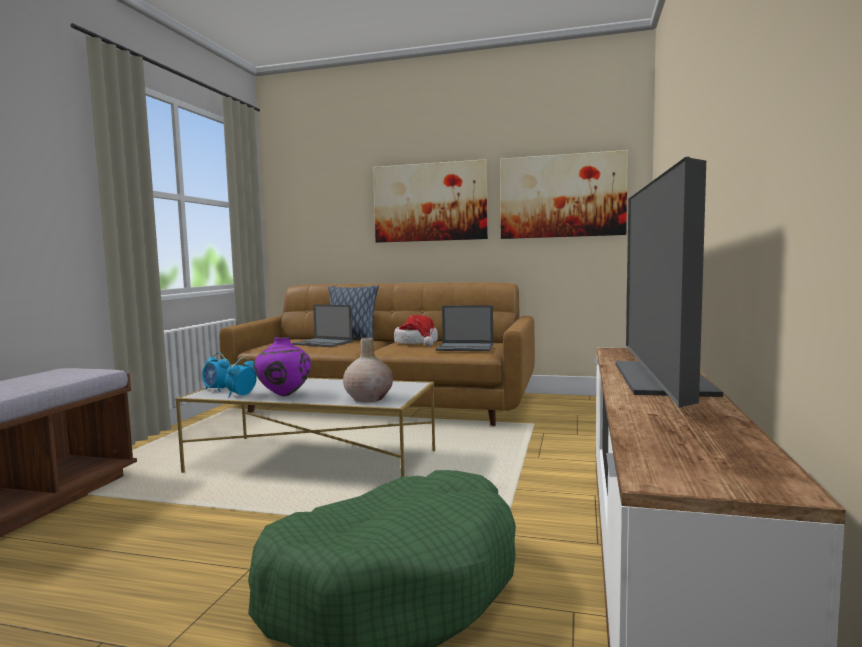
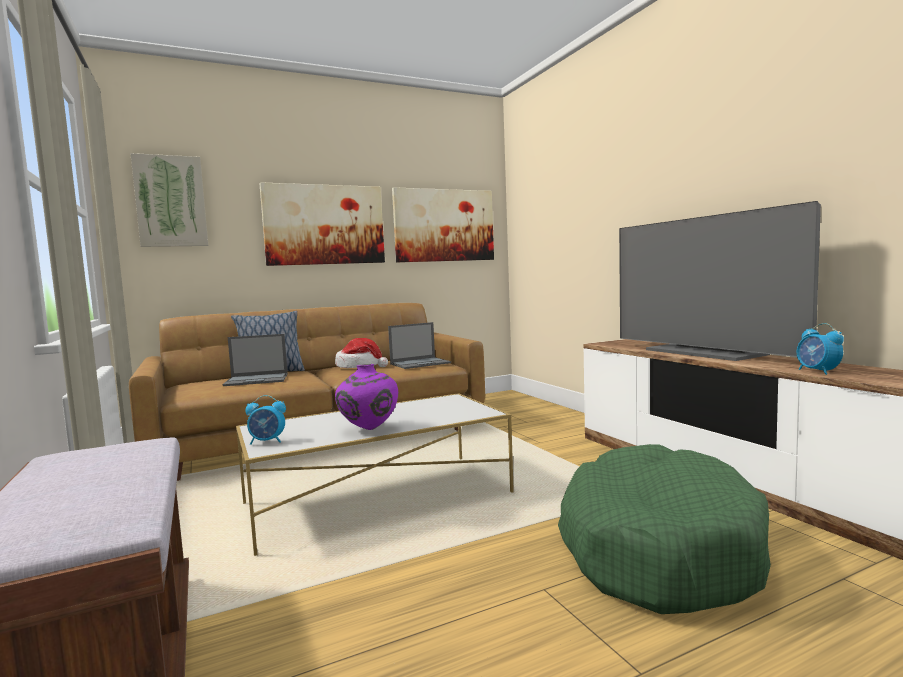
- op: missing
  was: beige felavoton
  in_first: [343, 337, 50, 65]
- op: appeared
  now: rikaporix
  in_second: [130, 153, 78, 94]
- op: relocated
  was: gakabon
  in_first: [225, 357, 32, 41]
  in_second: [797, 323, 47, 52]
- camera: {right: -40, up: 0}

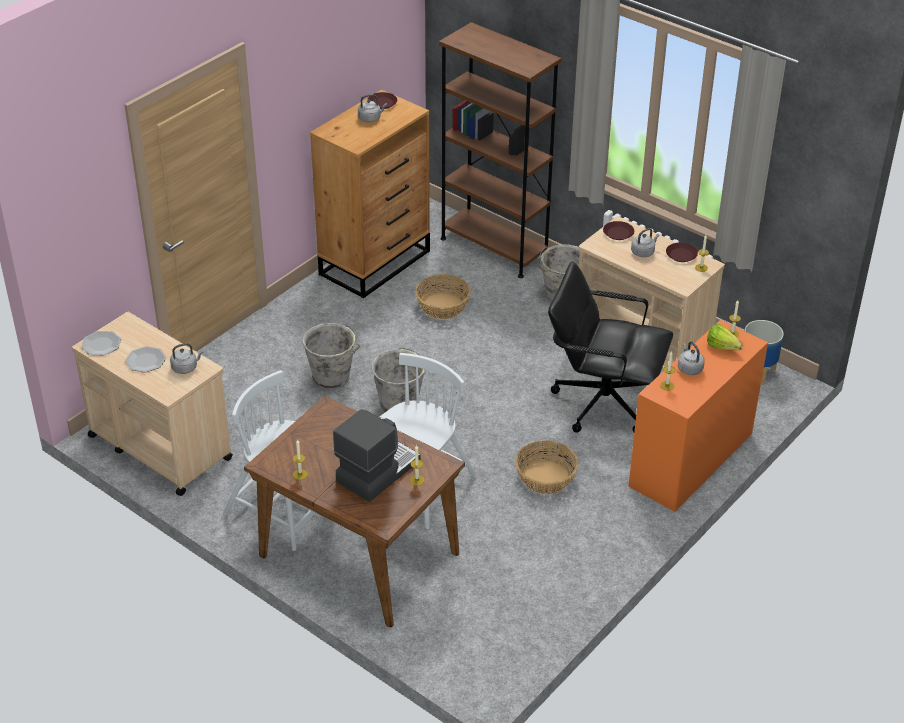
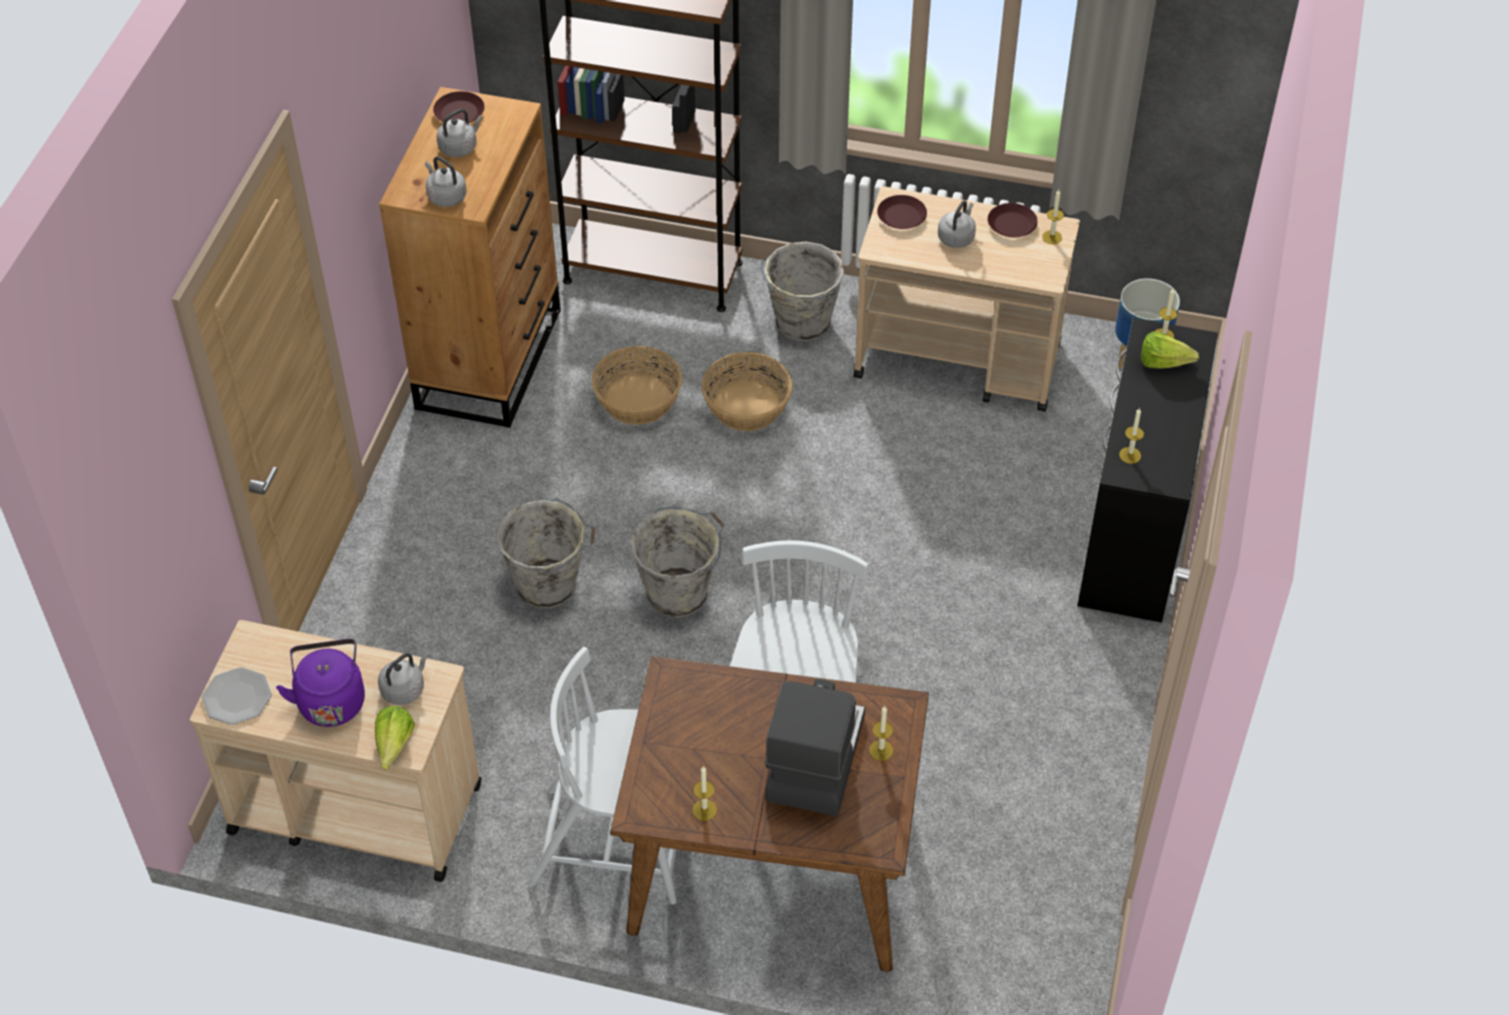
- op: missing
  was: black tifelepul
  in_first: [548, 262, 125, 171]
- op: appeared
  now: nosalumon
  in_second: [375, 705, 40, 64]
- op: relocated
  was: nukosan
  in_first: [515, 440, 63, 54]
  in_second: [702, 352, 90, 79]
- op: relocated
  was: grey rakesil
  in_first: [678, 341, 27, 34]
  in_second: [425, 156, 41, 51]
- op: exchanged
  was: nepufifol
  now: purple rakesil
  in_first: [125, 346, 41, 27]
  in_second: [276, 639, 89, 88]
- op: colour
  was: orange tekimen
  now: black tekimen
  in_first: [628, 320, 140, 192]
  in_second: [1077, 318, 141, 305]
- camera: {right: -25, up: 10}

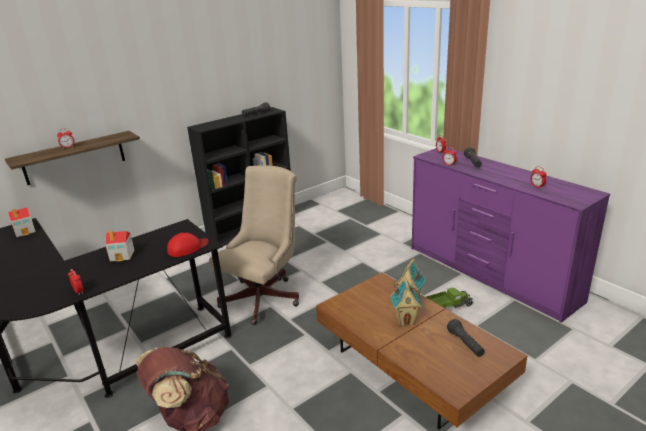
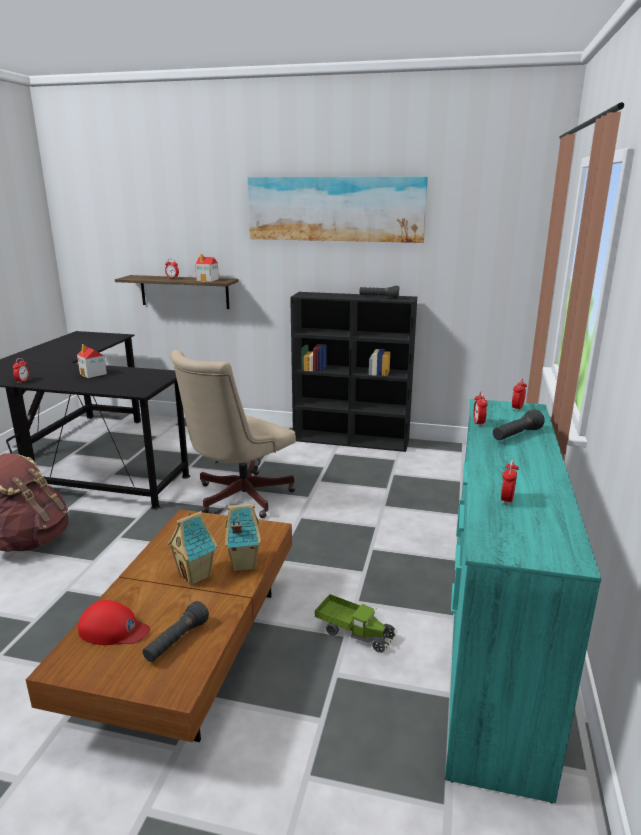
- op: appeared
  now: rikaporix
  in_second: [248, 177, 180, 66]
- op: relocated
  was: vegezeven
  in_first: [8, 207, 28, 30]
  in_second: [195, 254, 24, 28]
- op: relocated
  was: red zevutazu
  in_first: [167, 232, 42, 25]
  in_second: [78, 600, 72, 45]
- op: colour
  was: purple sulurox
  now: turquoise sulurox
  in_first: [412, 147, 198, 176]
  in_second: [445, 399, 156, 404]
- op: spun
  was: beige tifelepul
  in_first: [209, 165, 90, 160]
  in_second: [170, 350, 126, 168]
  clockwise: 135
- camera: {right: 50, up: -5}

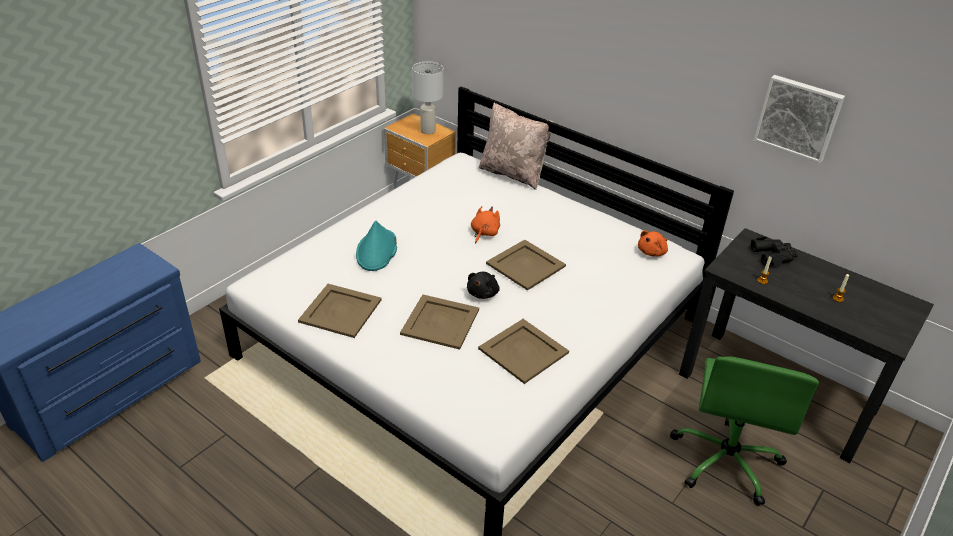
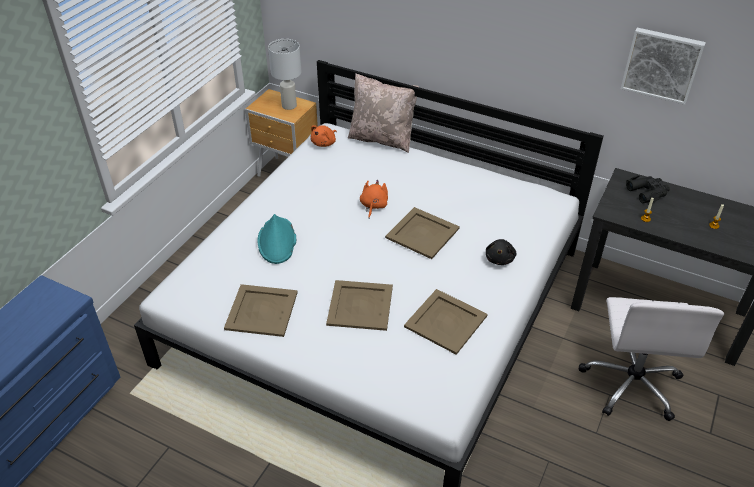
- op: relocated
  was: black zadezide
  in_first: [467, 272, 33, 27]
  in_second: [486, 239, 31, 26]
- op: relocated
  was: orange zadezide
  in_first: [638, 230, 30, 27]
  in_second: [310, 125, 27, 22]
- op: colour
  was: green tifelepul
  now: white tifelepul
  in_first: [670, 356, 149, 150]
  in_second: [578, 297, 147, 124]
- camera: {right: -10, up: 5}

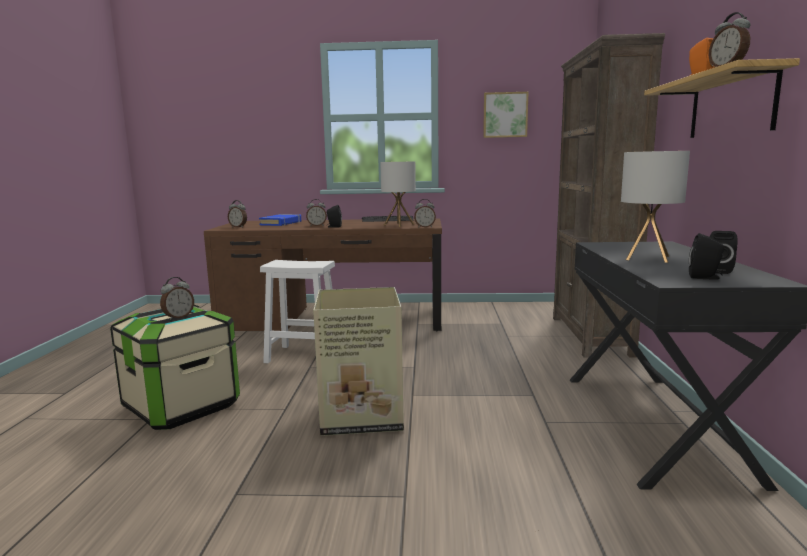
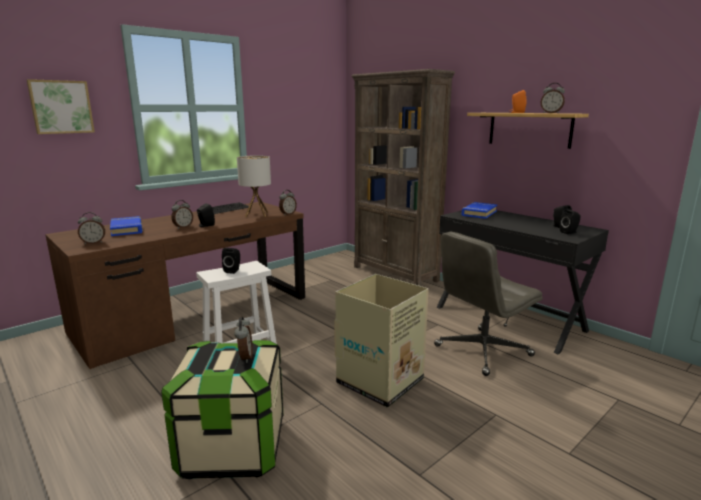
- op: missing
  was: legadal
  in_first: [621, 151, 69, 112]
- op: appeared
  now: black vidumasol
  in_second: [222, 248, 18, 26]
- op: appeared
  now: grey tifelepul
  in_second: [434, 231, 109, 145]
- op: appeared
  now: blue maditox
  in_second: [462, 202, 35, 17]
- op: relocated
  was: rikaporix
  in_first: [483, 92, 46, 46]
  in_second: [27, 79, 68, 55]
- camera: {right: -45, up: 5}

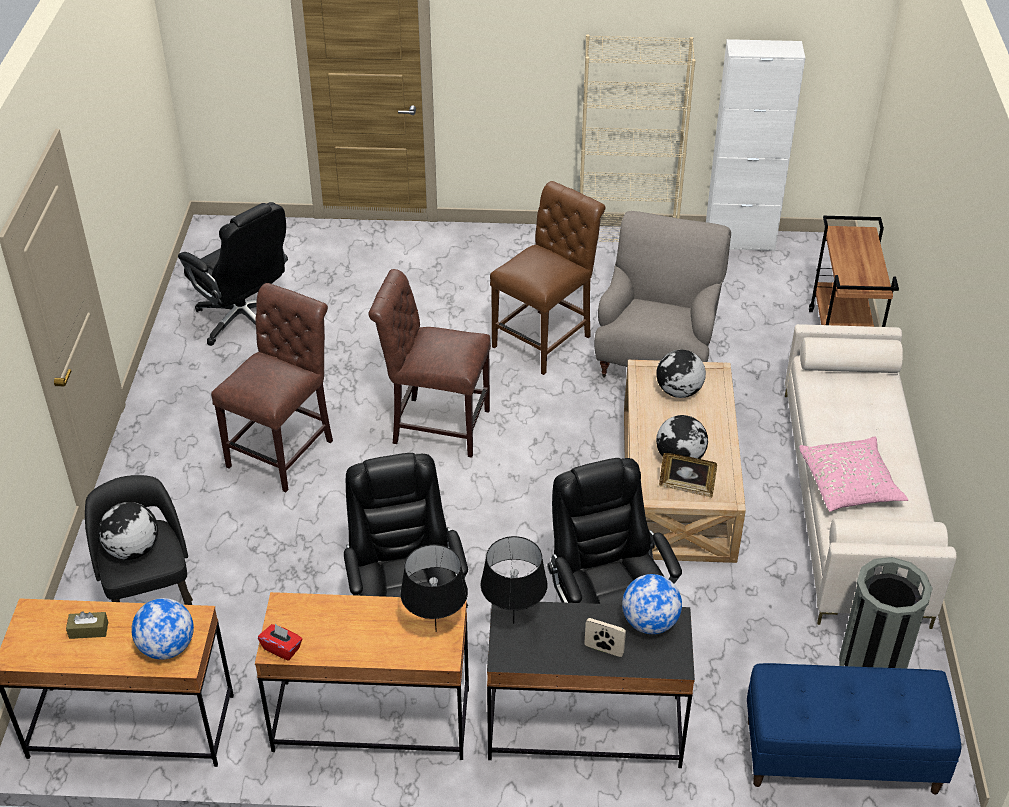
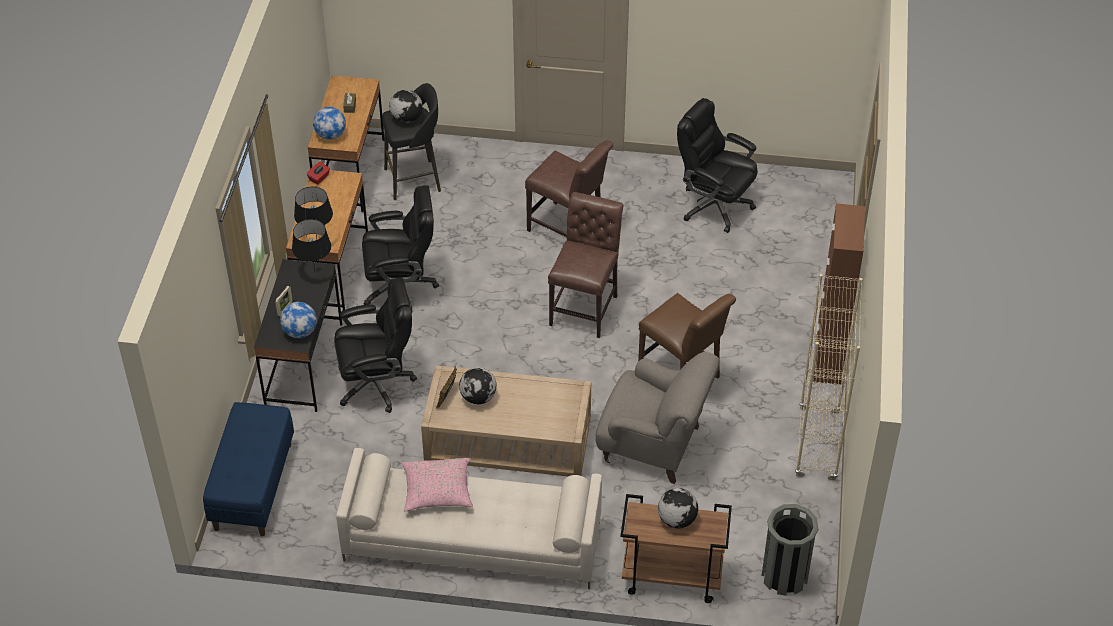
- op: missing
  was: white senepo
  in_first: [706, 39, 99, 212]
- op: appeared
  now: brown senepo
  in_second: [813, 203, 52, 182]
- op: relocated
  was: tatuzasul
  in_first: [656, 350, 50, 48]
  in_second: [658, 488, 40, 40]
- op: relocated
  was: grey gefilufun
  in_first: [839, 557, 94, 112]
  in_second: [762, 504, 57, 92]
- op: spun
  was: black tifelepul
  in_first: [178, 202, 110, 144]
  in_second: [677, 98, 81, 135]
  clockwise: 75
- camera: {right: 95, up: 5}

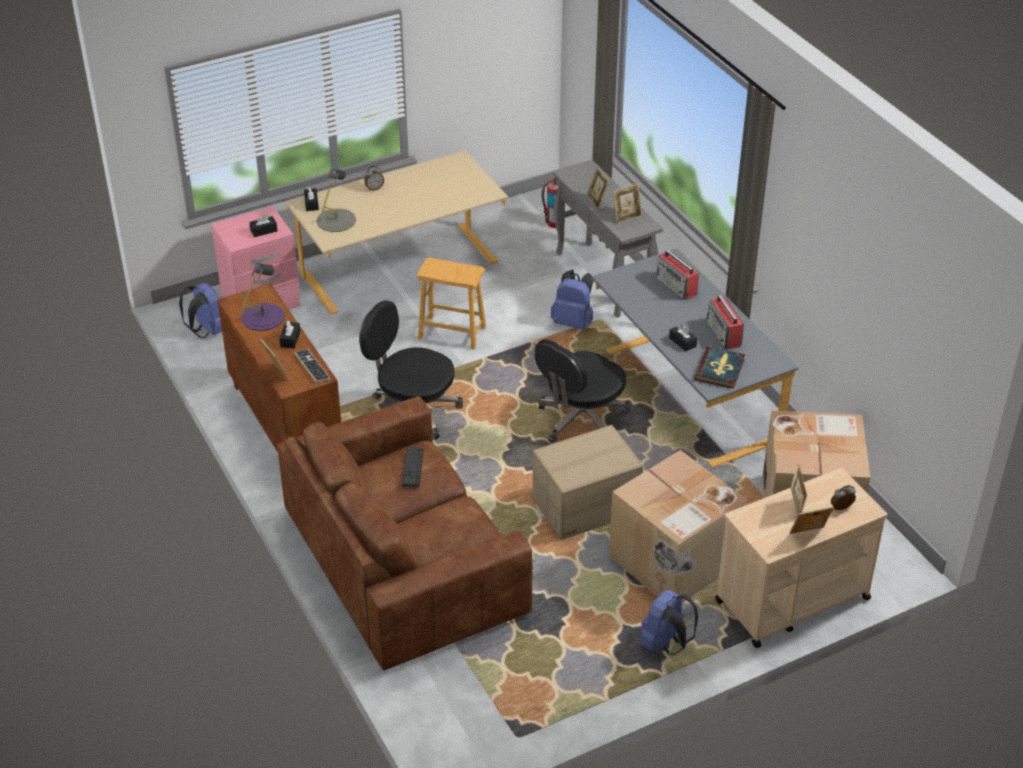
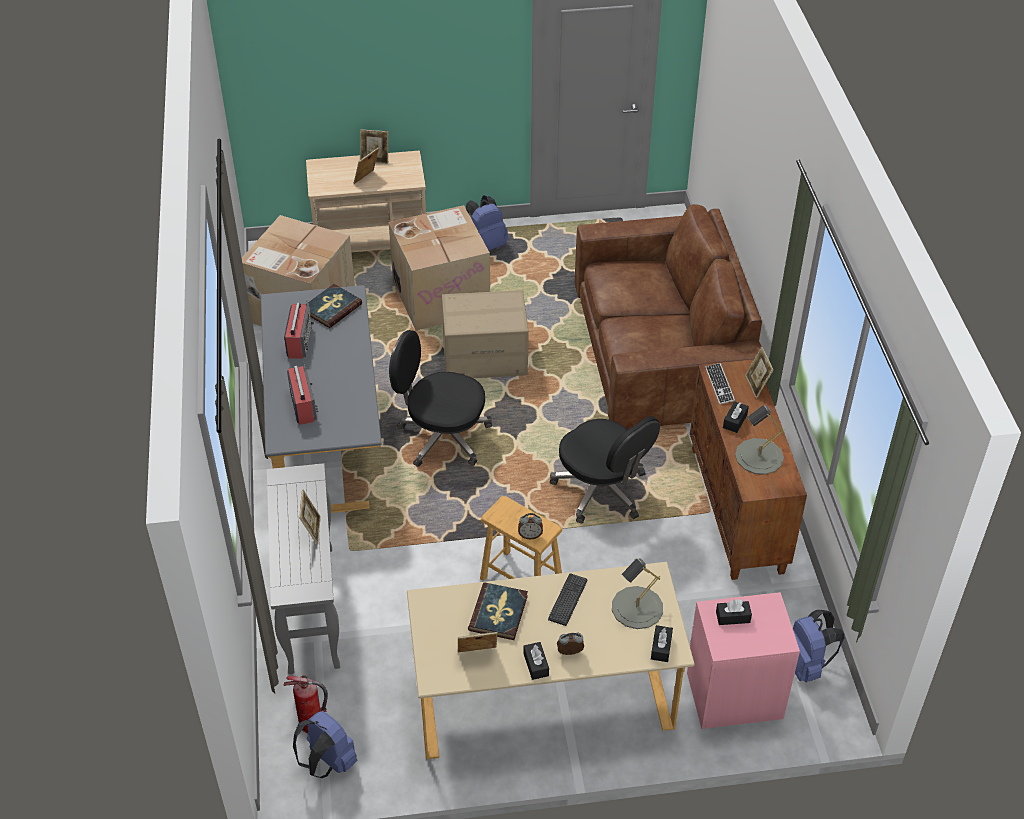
- op: appeared
  now: maditox
  in_second: [468, 582, 60, 58]
- op: relocated
  was: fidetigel
  in_first: [402, 447, 22, 40]
  in_second: [548, 573, 39, 53]
- op: relocated
  was: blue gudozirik
  in_first: [551, 269, 43, 61]
  in_second: [293, 711, 64, 67]
- op: relocated
  was: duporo
  in_first: [613, 184, 29, 40]
  in_second: [458, 632, 40, 20]
- op: relocated
  was: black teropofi
  in_first: [669, 324, 28, 27]
  in_second: [523, 642, 26, 38]
- op: relocated
  was: gakabon
  in_first: [831, 485, 25, 25]
  in_second: [518, 513, 25, 27]
- op: colour
  was: purple legadal
  now: grey legadal
  in_first: [241, 263, 44, 68]
  in_second: [735, 405, 50, 70]
- op: spun
  was: black tifelepul
  in_first: [535, 339, 95, 105]
  in_second: [389, 330, 103, 137]
  clockwise: -135
- camera: {right: -160, up: 5}

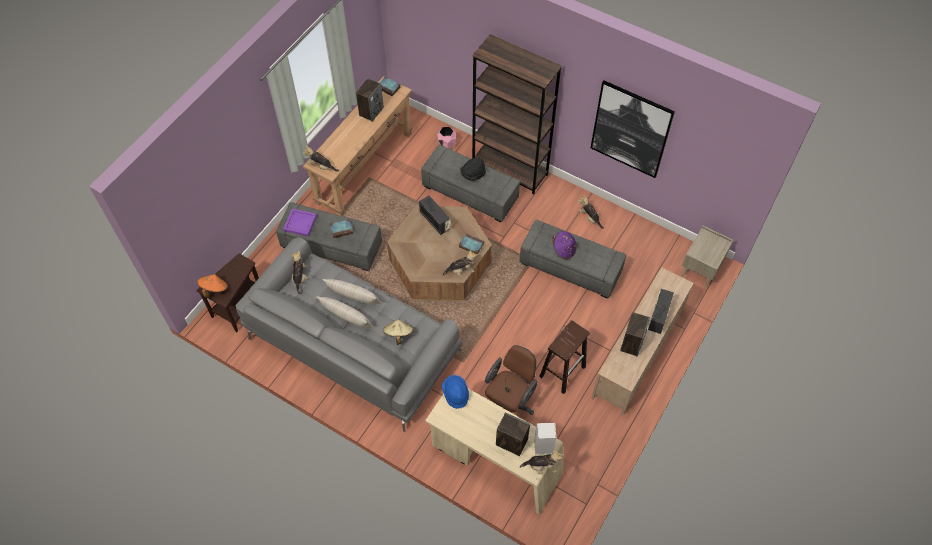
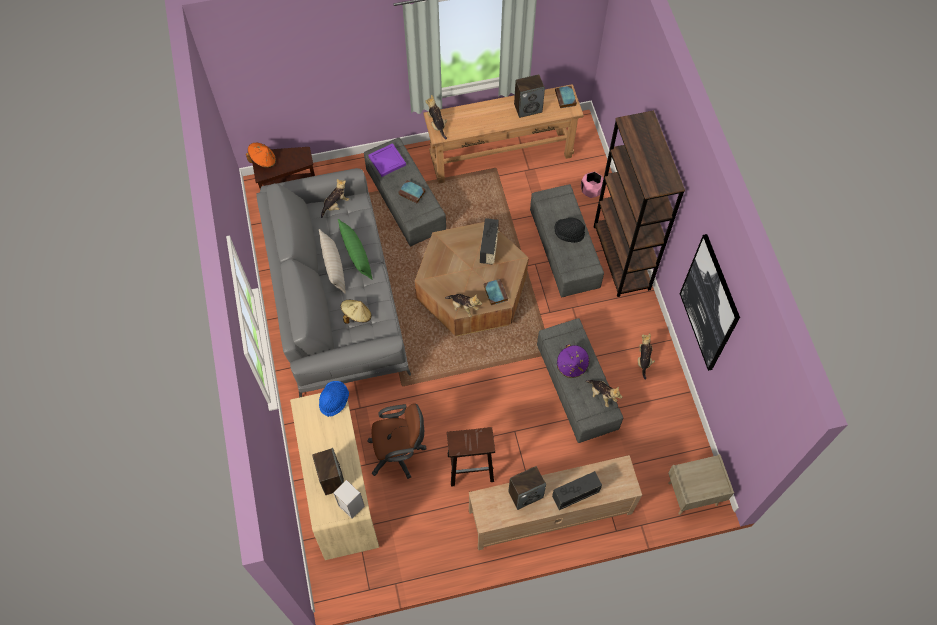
- op: relocated
  was: zadezide
  in_first: [520, 450, 44, 24]
  in_second: [585, 380, 37, 27]
- op: colour
  was: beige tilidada
  now: green tilidada
  in_first: [322, 279, 60, 25]
  in_second: [338, 219, 34, 61]
- camera: {right: 45, up: 5}

